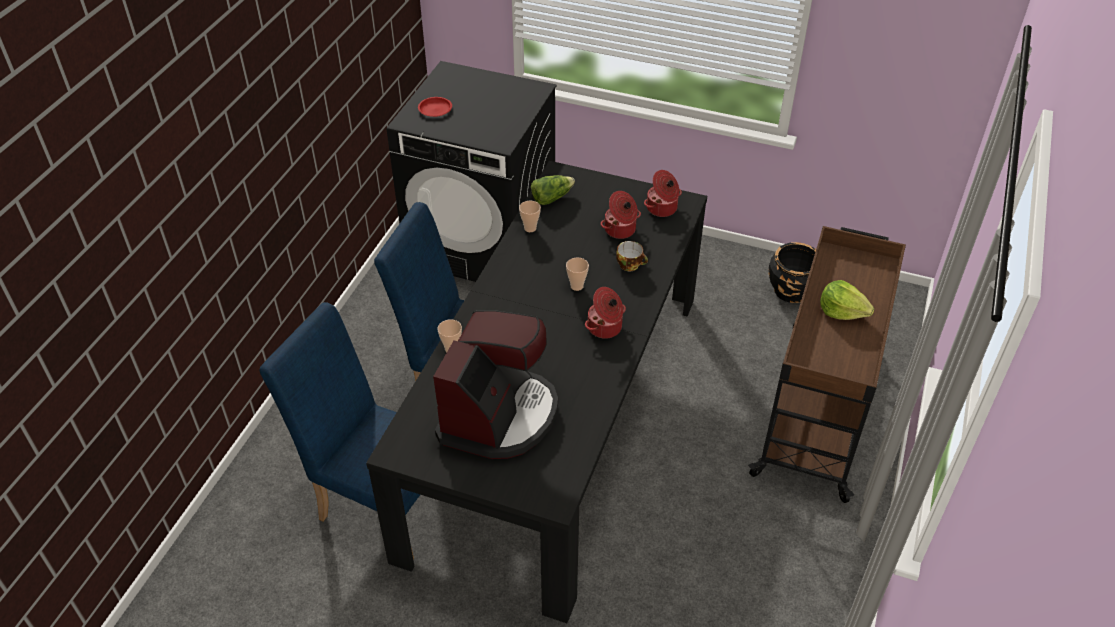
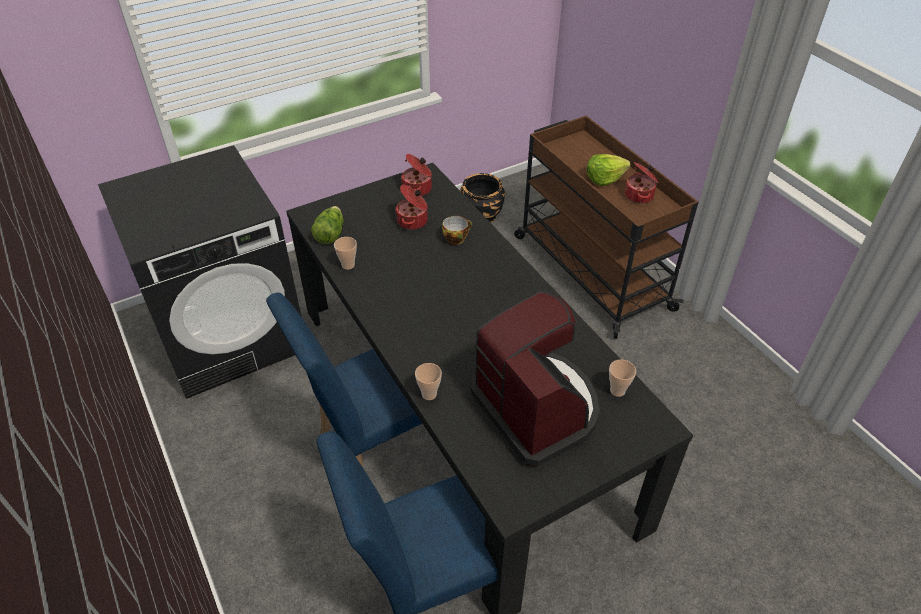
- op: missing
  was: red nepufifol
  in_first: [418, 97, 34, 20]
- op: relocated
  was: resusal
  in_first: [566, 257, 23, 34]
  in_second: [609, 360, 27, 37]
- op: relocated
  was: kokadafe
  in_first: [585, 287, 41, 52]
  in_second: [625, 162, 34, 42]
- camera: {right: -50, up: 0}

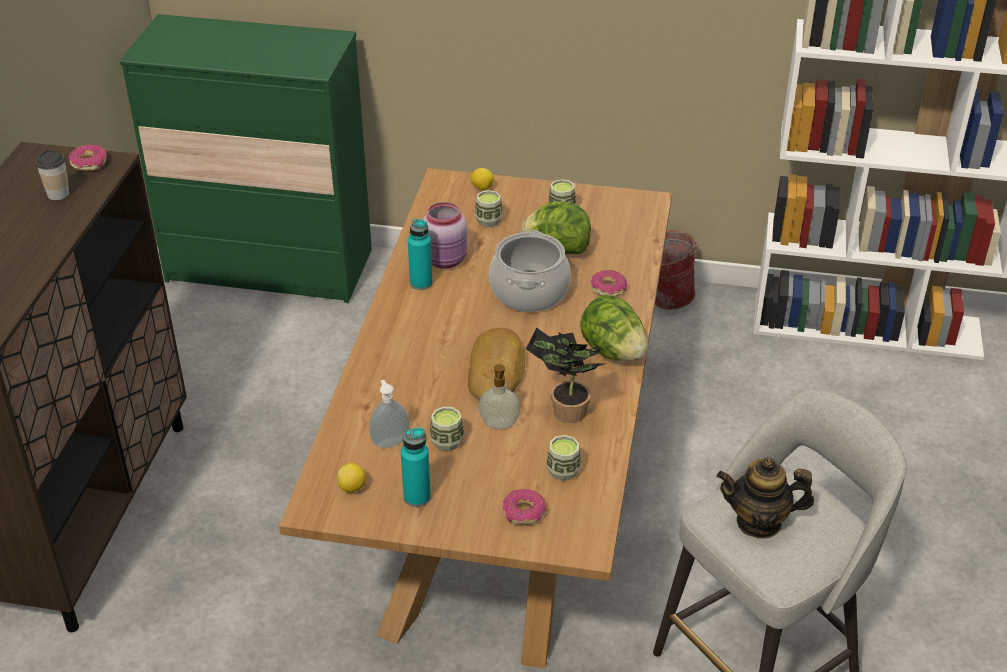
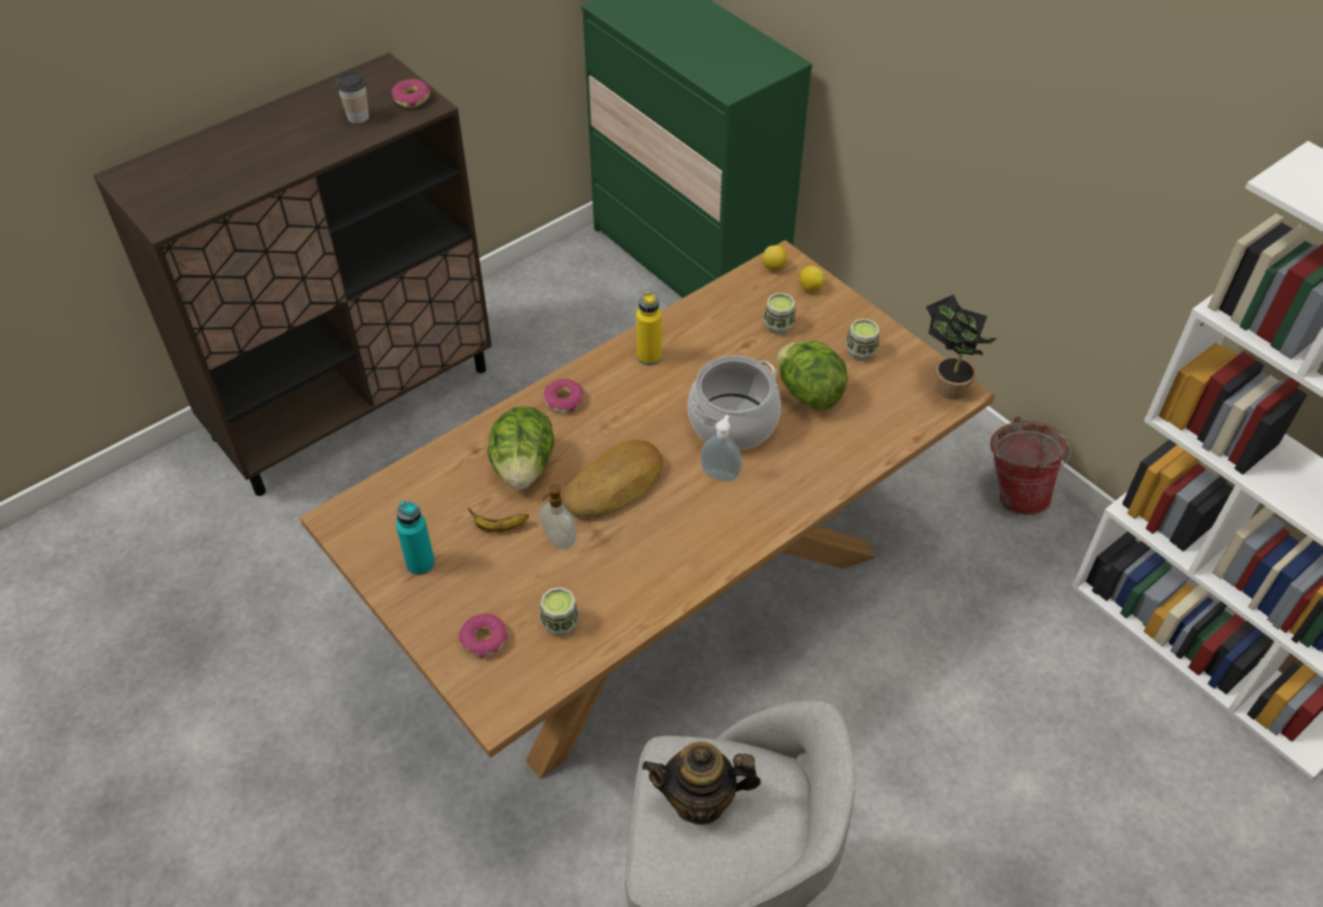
- op: missing
  was: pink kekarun
  in_first: [423, 202, 44, 67]
- op: relocated
  was: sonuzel
  in_first: [337, 463, 29, 29]
  in_second: [762, 245, 25, 25]
- op: relocated
  was: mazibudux
  in_first: [369, 380, 41, 68]
  in_second: [700, 415, 42, 67]
- op: relocated
  was: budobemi
  in_first: [526, 328, 81, 95]
  in_second: [926, 294, 71, 106]
- op: relocated
  was: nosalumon
  in_first: [580, 295, 68, 66]
  in_second: [488, 406, 66, 83]
- op: relocated
  was: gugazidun
  in_first: [591, 270, 36, 27]
  in_second: [544, 379, 40, 34]
- op: exchanged
  was: resusal
  now: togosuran
  in_first: [430, 407, 34, 44]
  in_second: [468, 509, 61, 23]
- op: colour
  was: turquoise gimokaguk
  now: yellow gimokaguk
  in_first: [408, 218, 24, 72]
  in_second: [636, 291, 26, 74]
- op: spun
  was: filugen
  in_first: [717, 457, 97, 81]
  in_second: [642, 741, 119, 84]
  clockwise: -45
- camera: {right: 40, up: 10}

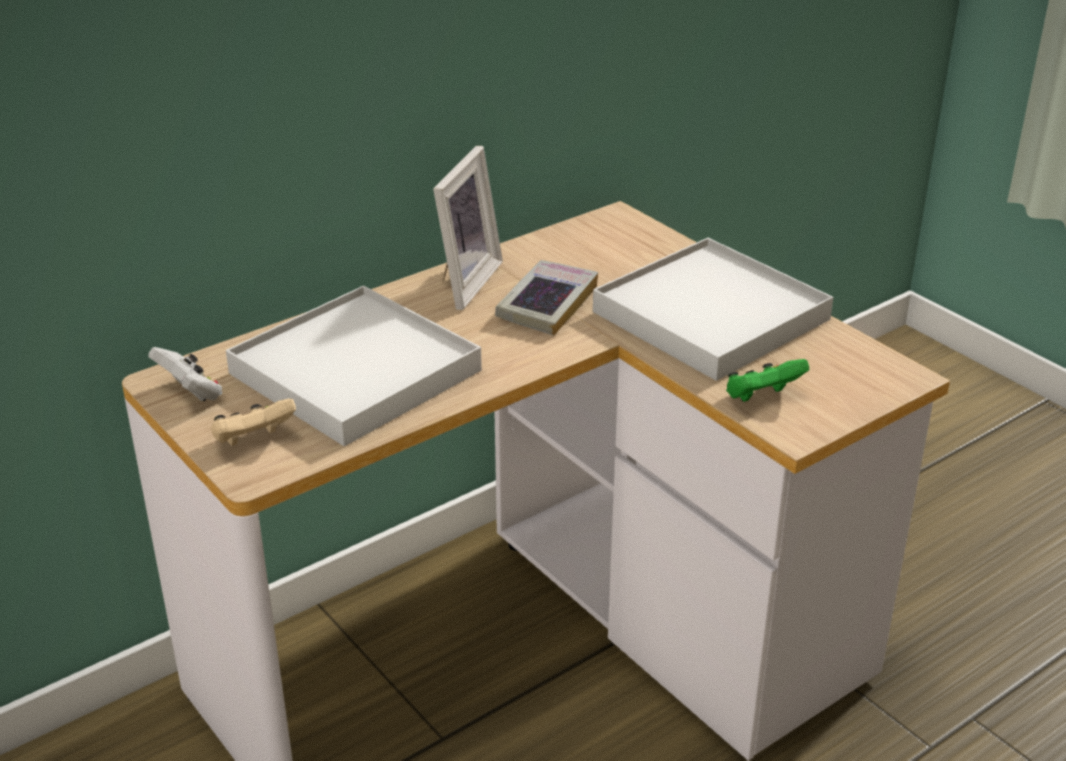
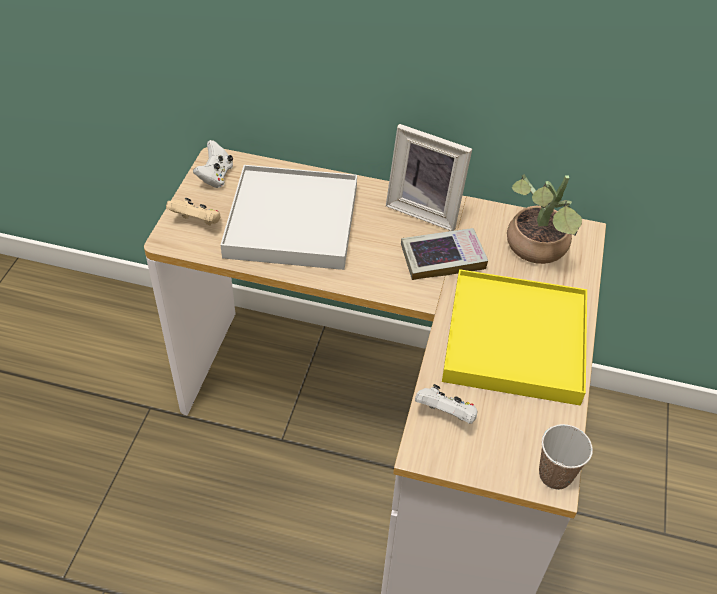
- op: appeared
  now: budobemi
  in_second: [507, 174, 75, 90]
- op: appeared
  now: resusal
  in_second: [539, 424, 54, 66]
- op: colour
  was: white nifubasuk
  now: yellow nifubasuk
  in_first: [593, 238, 240, 143]
  in_second: [442, 269, 145, 136]
- op: colour
  was: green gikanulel
  now: white gikanulel
  in_first: [726, 359, 83, 43]
  in_second: [415, 384, 62, 40]
- op: spun
  was: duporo
  in_first: [433, 146, 70, 164]
  in_second: [386, 124, 86, 107]
  clockwise: 45
- camera: {right: 50, up: 15}

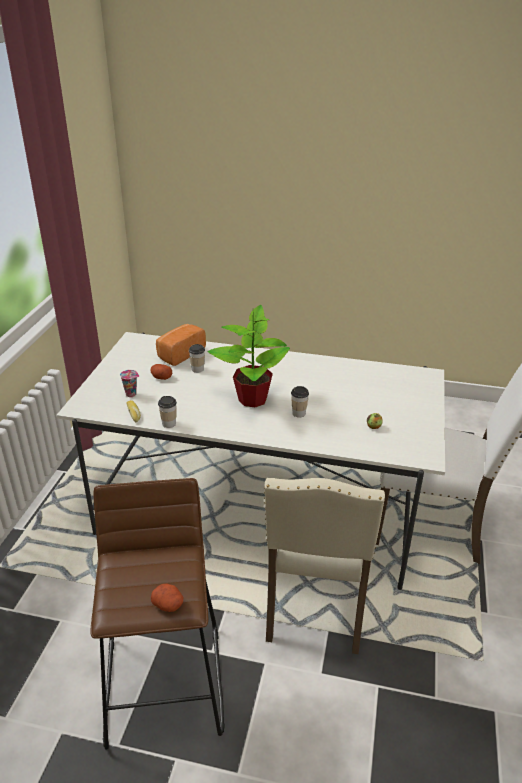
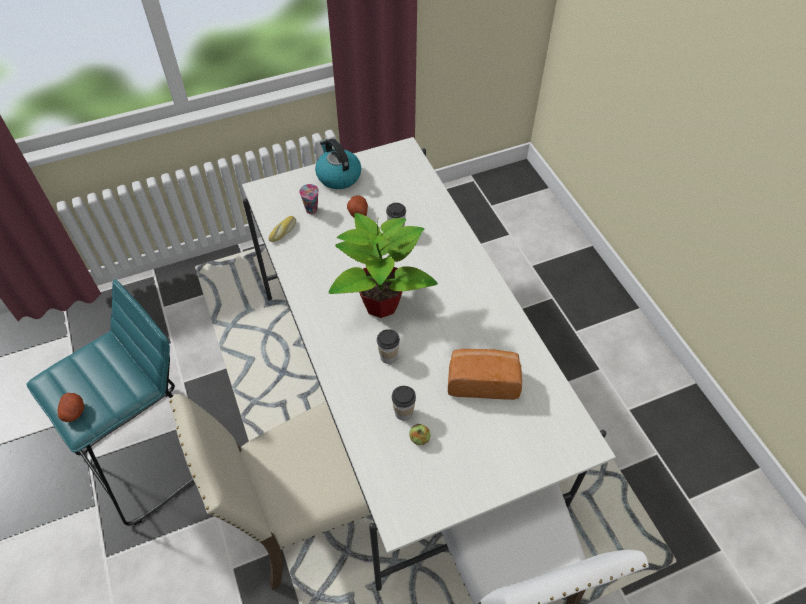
- op: appeared
  now: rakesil
  in_second: [315, 139, 46, 50]
- op: relocated
  was: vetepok
  in_first: [156, 324, 50, 42]
  in_second: [448, 349, 74, 51]
- op: relocated
  was: resusal
  in_first: [158, 396, 19, 32]
  in_second: [392, 386, 24, 34]
- op: colour
  was: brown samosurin
  now: turquoise samosurin
  in_first: [90, 478, 135, 272]
  in_second: [26, 279, 168, 246]
- camera: {right: 55, up: 20}

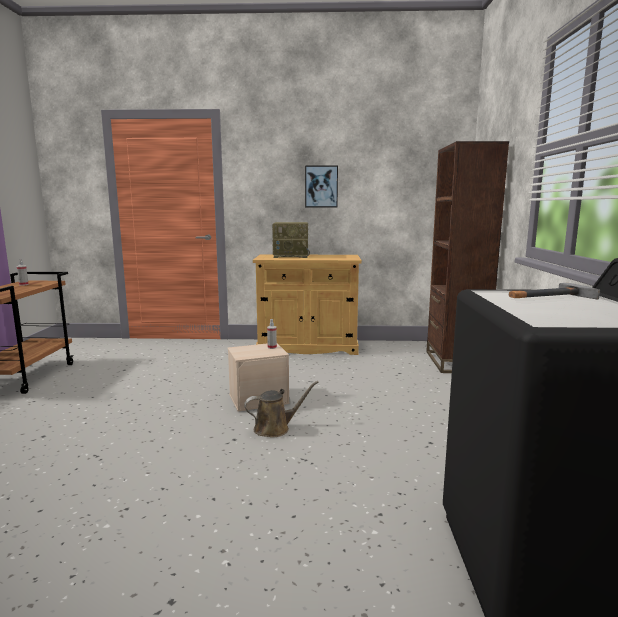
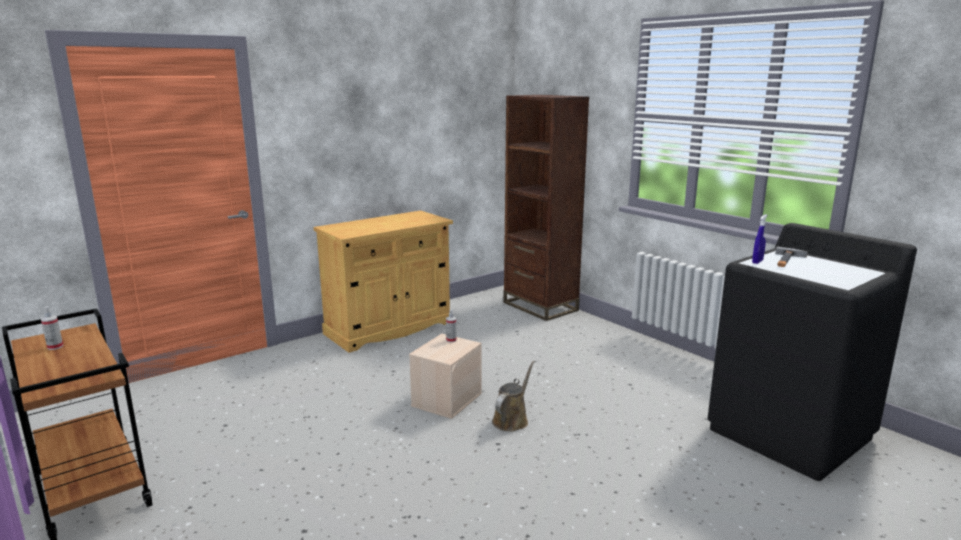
- op: missing
  was: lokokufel
  in_first: [272, 222, 38, 36]
- op: missing
  was: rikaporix
  in_first: [305, 165, 33, 42]
- op: appeared
  now: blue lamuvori
  in_second: [752, 214, 15, 50]
- camera: {right: -40, up: 5}

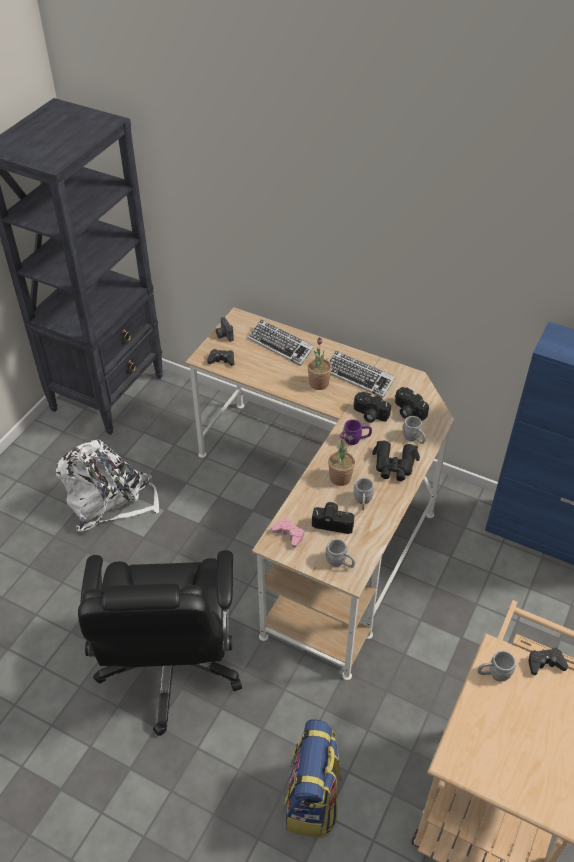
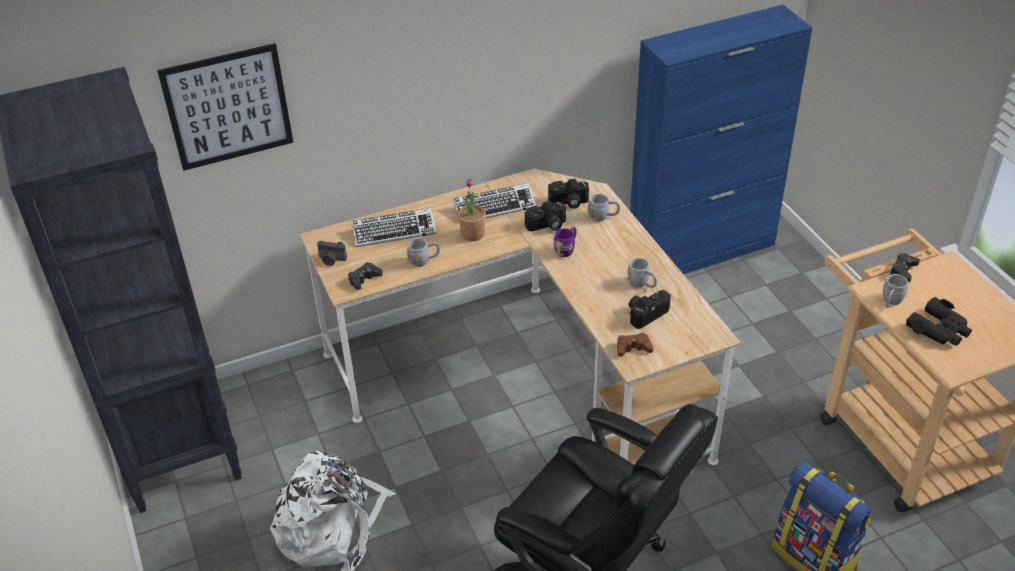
- op: missing
  was: budobemi
  in_first: [328, 432, 27, 54]
- op: appeared
  now: rikaporix
  in_second: [157, 43, 136, 128]
- op: relocated
  was: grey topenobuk
  in_first: [325, 539, 30, 29]
  in_second: [407, 238, 33, 29]
- op: relocated
  was: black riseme
  in_first: [372, 441, 48, 40]
  in_second: [906, 297, 66, 49]
- op: colour
  was: pink gikanulel
  now: brown gikanulel
  in_first: [272, 518, 32, 30]
  in_second: [617, 333, 36, 24]
- camera: {right: -50, up: -5}

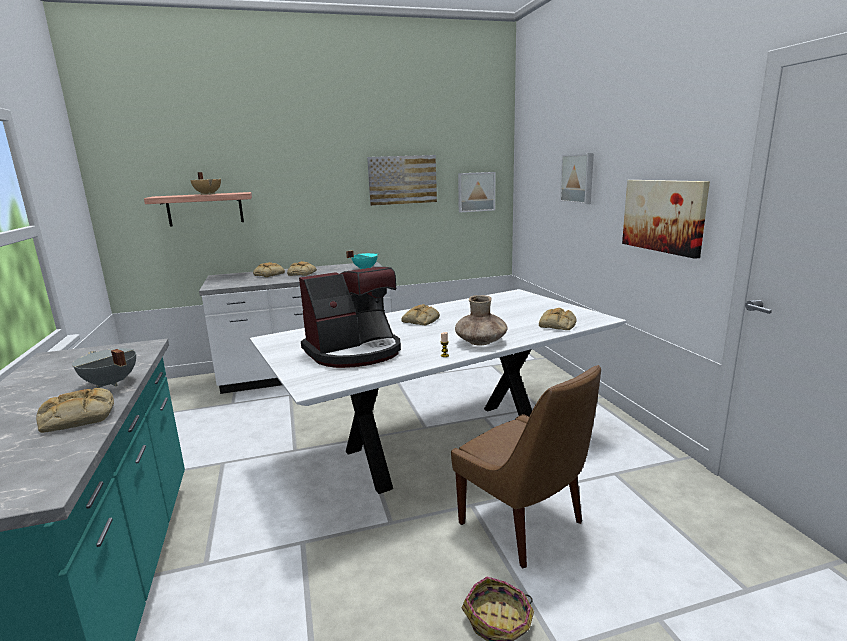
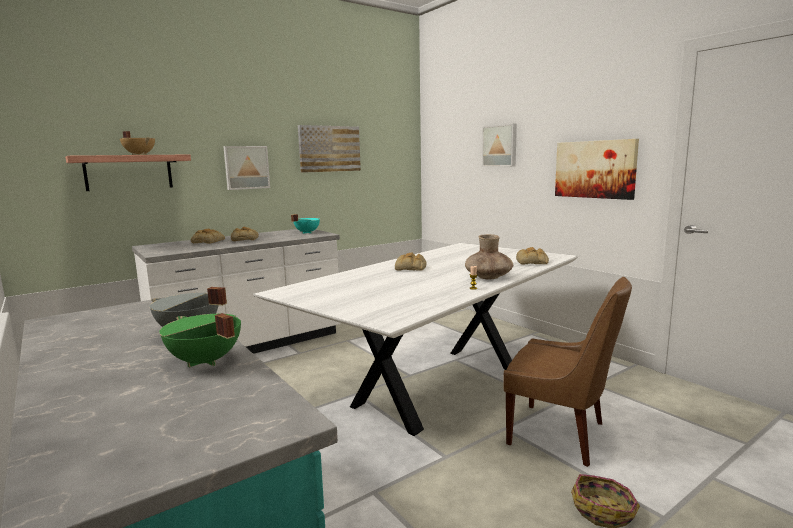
- op: missing
  was: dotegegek
  in_first: [299, 267, 102, 101]
- op: relocated
  was: rikaporix
  in_first: [458, 172, 37, 41]
  in_second: [223, 146, 47, 44]
- op: exchanged
  was: vetepok
  now: green kokadafe
  in_first: [36, 388, 78, 45]
  in_second: [159, 313, 82, 54]
- camera: {right: -20, up: -5}

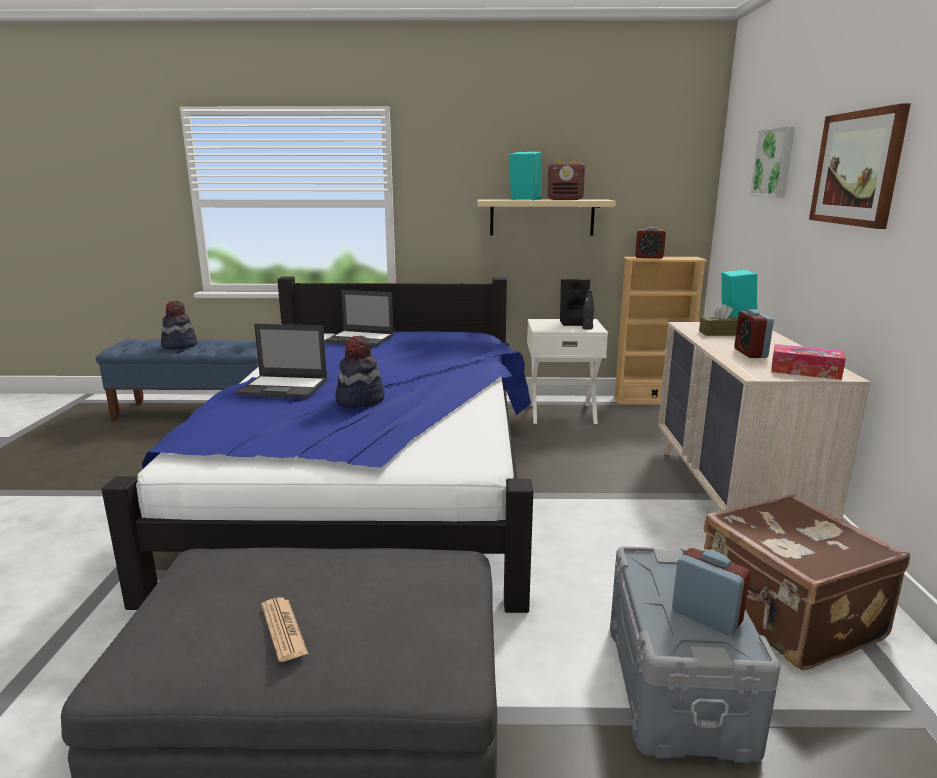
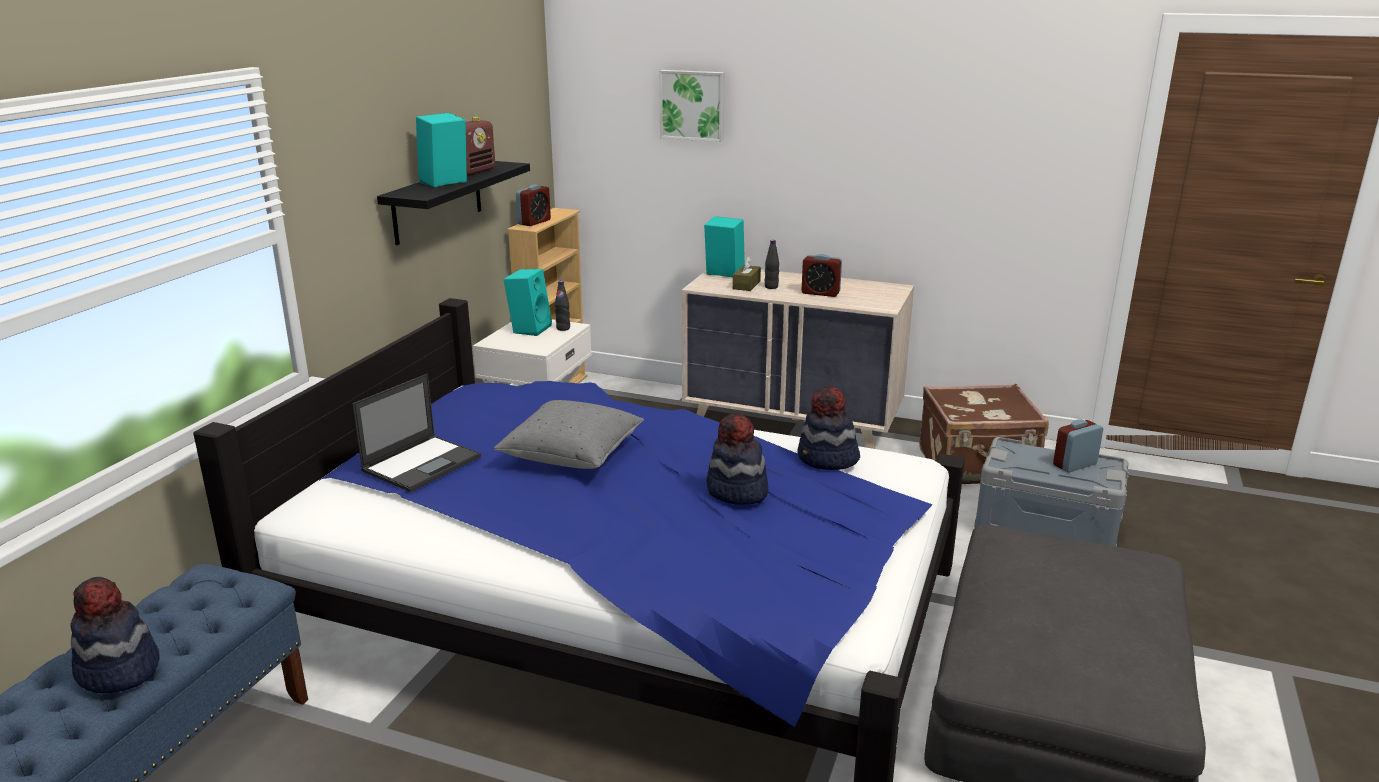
- op: missing
  was: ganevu
  in_first: [236, 324, 91, 74]
- op: missing
  was: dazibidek
  in_first: [262, 597, 46, 65]
- op: missing
  was: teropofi
  in_first: [771, 344, 75, 36]
- op: missing
  was: rikaporix
  in_first: [809, 103, 102, 126]
- op: appeared
  now: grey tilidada
  in_second: [494, 400, 150, 69]
- op: appeared
  now: black gimokaguk
  in_second: [765, 240, 14, 49]
- op: appeared
  now: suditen
  in_second: [797, 387, 63, 83]
- op: colour
  was: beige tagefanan
  now: black tagefanan
  in_first: [477, 199, 139, 37]
  in_second: [377, 161, 153, 84]
- op: colour
  was: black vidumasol
  now: turquoise vidumasol
  in_first: [560, 279, 30, 47]
  in_second: [503, 269, 49, 67]
- camera: {right: -70, up: 5}

